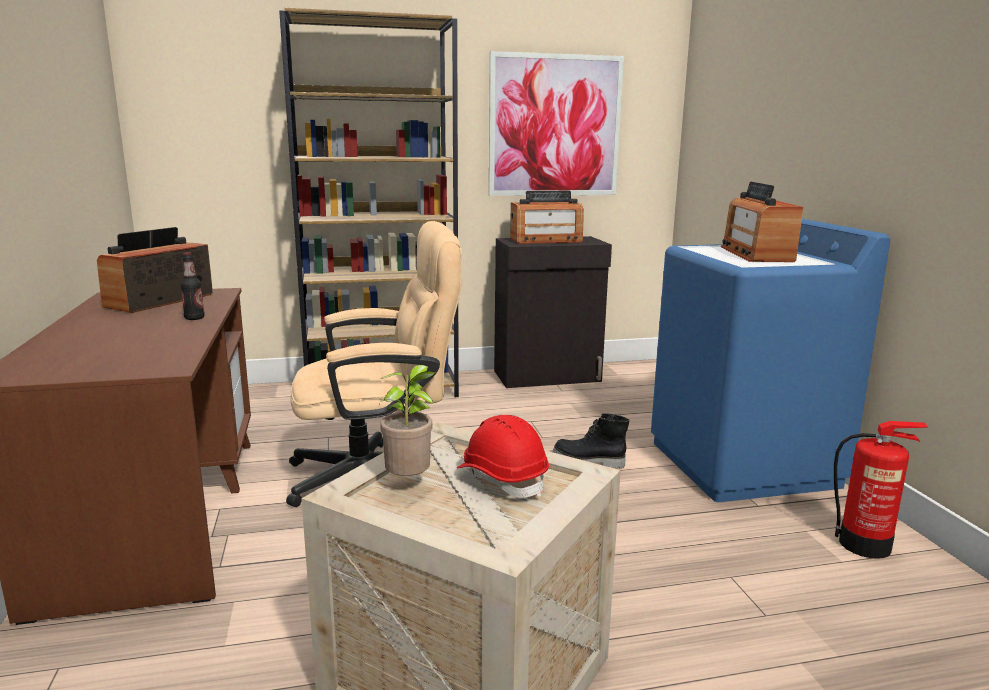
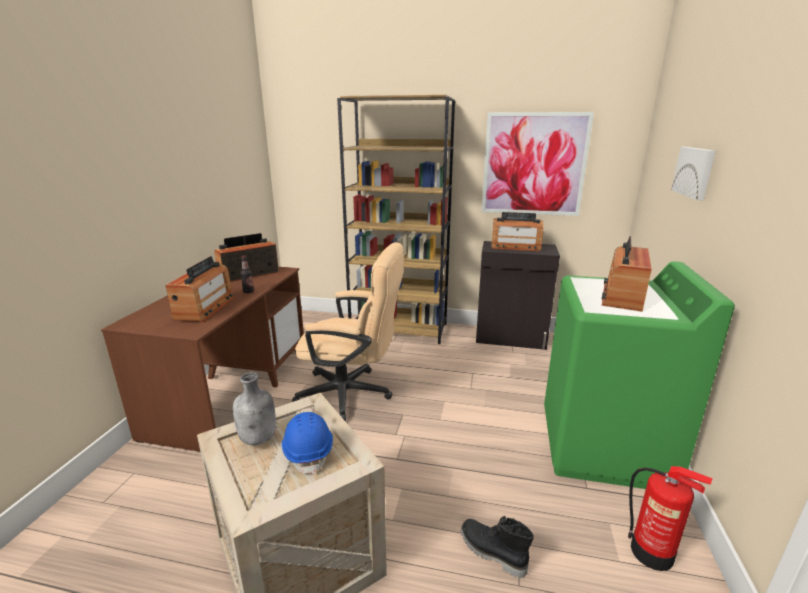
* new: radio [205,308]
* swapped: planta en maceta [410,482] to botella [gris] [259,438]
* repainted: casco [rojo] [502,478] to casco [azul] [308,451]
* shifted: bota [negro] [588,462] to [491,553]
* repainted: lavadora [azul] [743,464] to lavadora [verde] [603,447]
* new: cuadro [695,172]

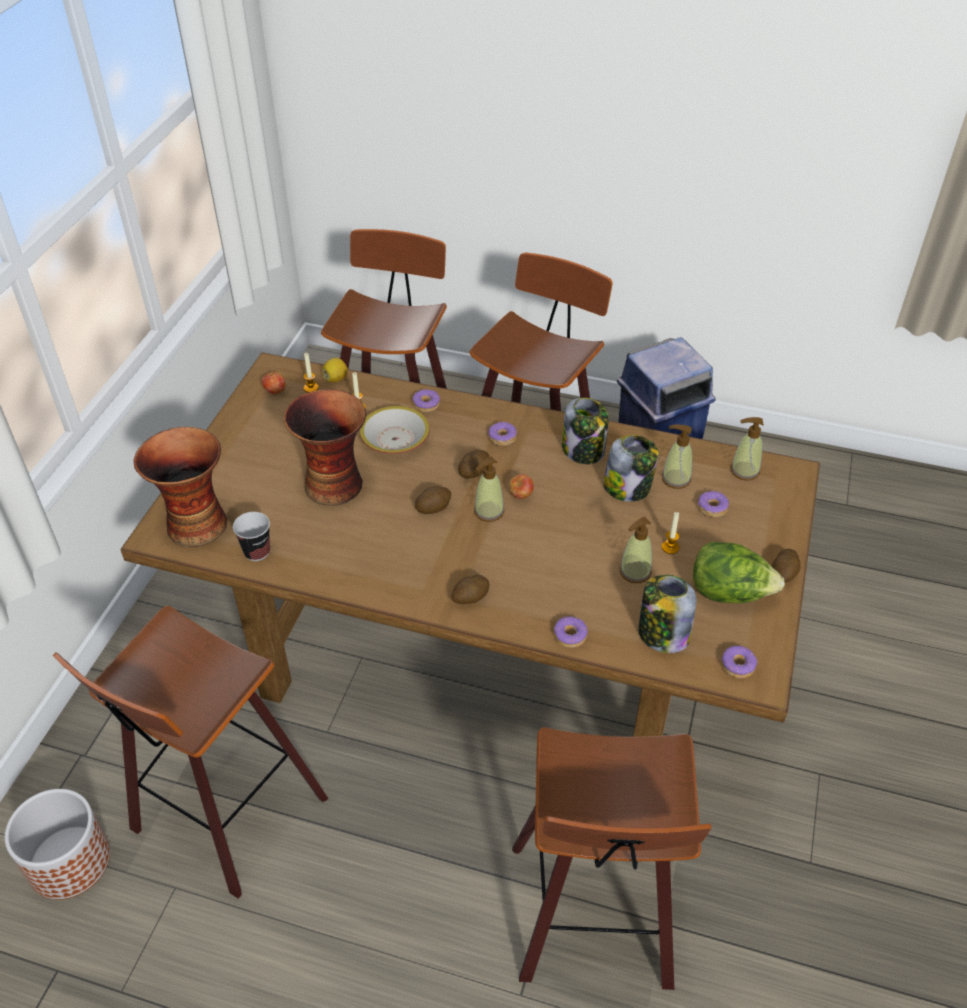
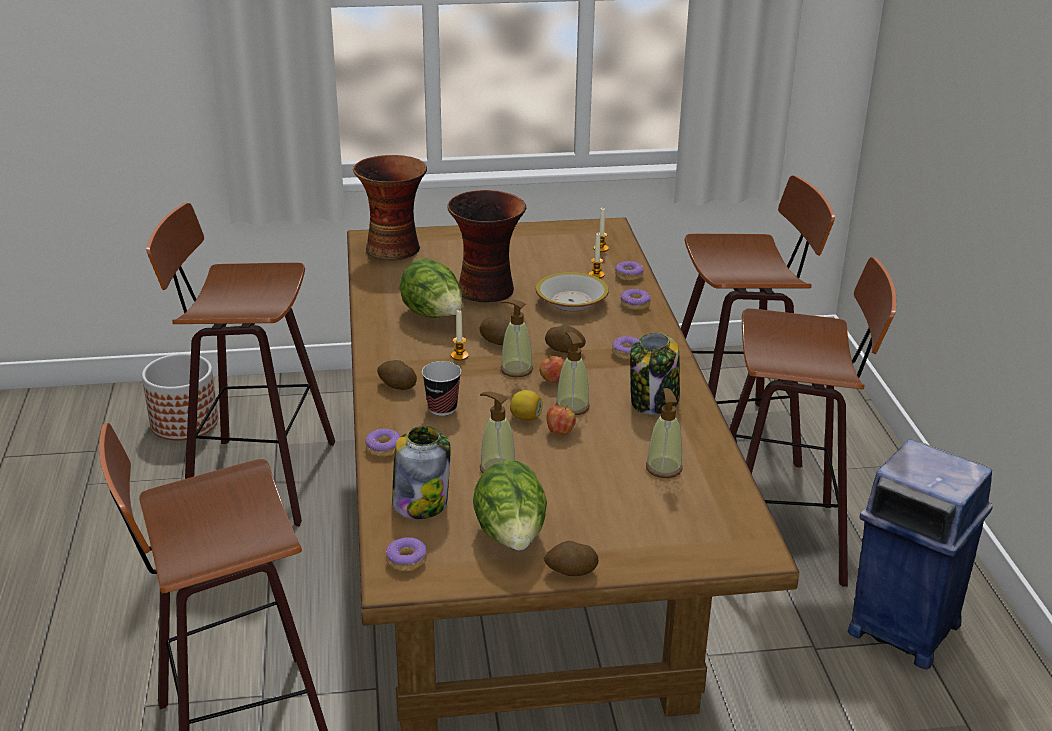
* new: lechuga [434,316]
* shifted: taza [257,552] to [442,408]
* shifted: vela [670,547] to [459,356]
* shifted: limón [336,379] to [526,417]
* shifted: manzana [275,391] to [560,432]
* shifted: dispensador de jabón [744,471] to [572,407]
* shifted: rosquilla [712,508] to [628,276]
* gone: tarro [628,487]

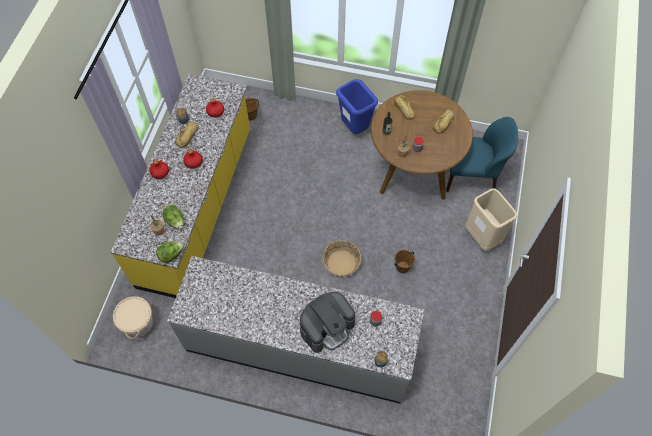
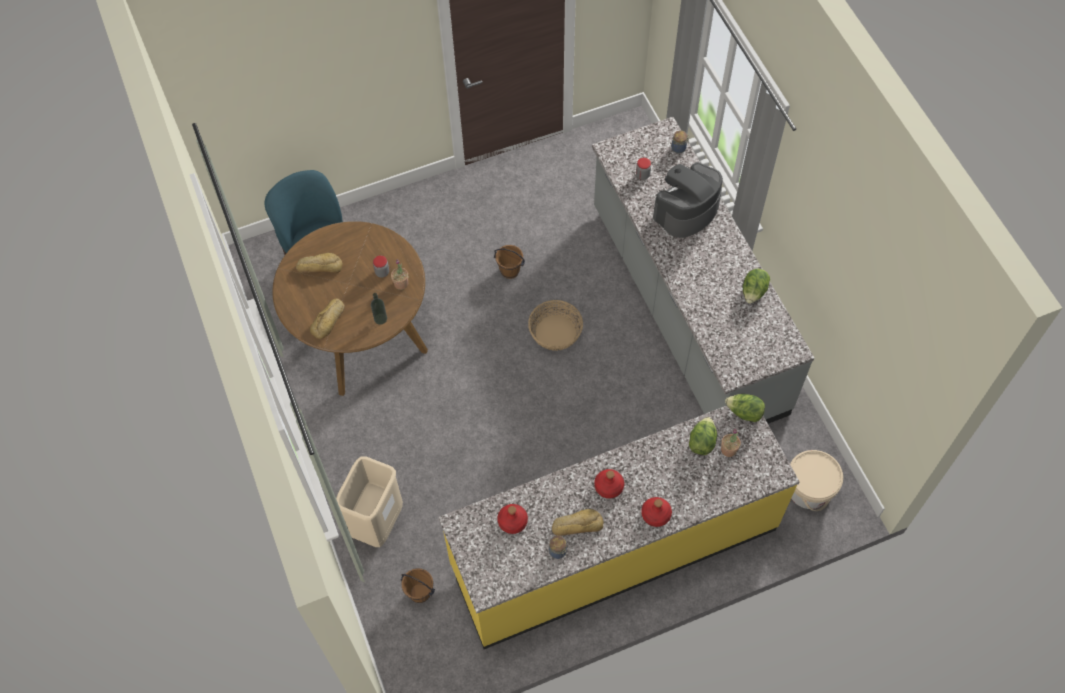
* shifted: papelera [beis] [482,237] to [377,523]
* rotated: cafetera [327,327] = [686,211] 60 degrees counterclockwise
* new: lechuga [753,292]
* gone: papelera [azul] [355,128]

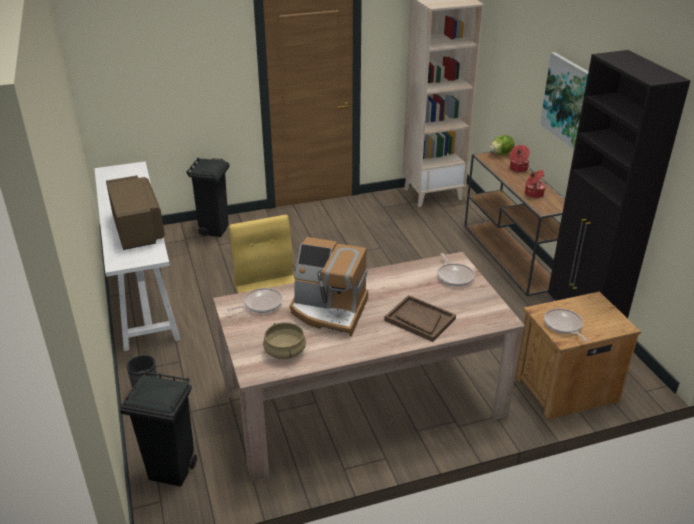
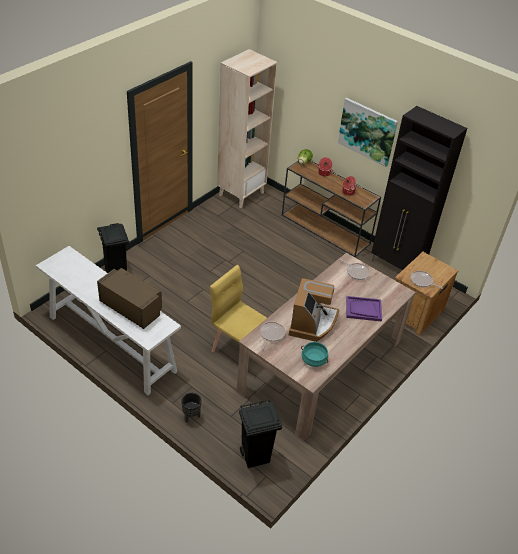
* rotated: cafetera [329,310] = [312,323] 60 degrees counterclockwise
* repainted: olla [beis] [284,351] to olla [turquesa] [313,360]
* repainted: bandeja [marrón] [419,319] to bandeja [morado] [363,309]

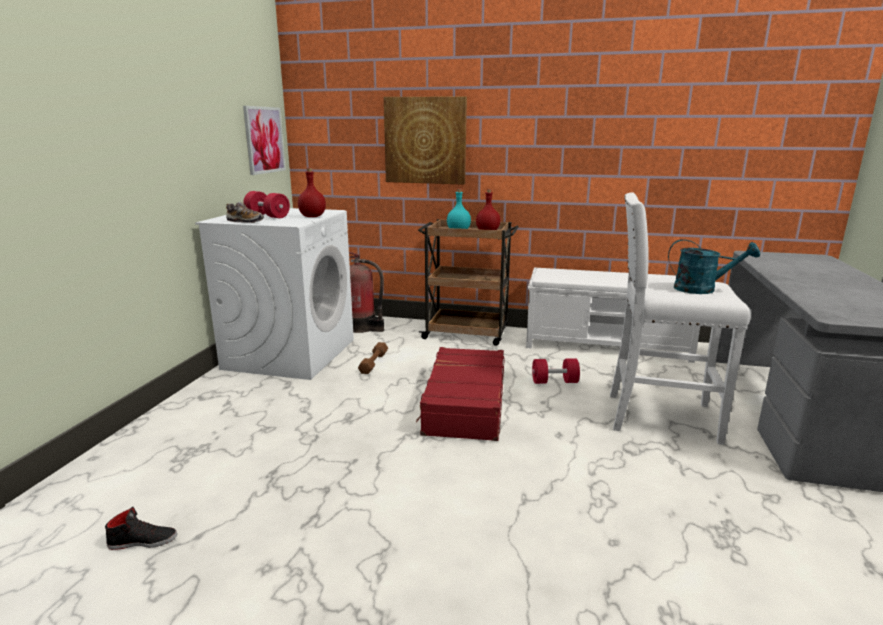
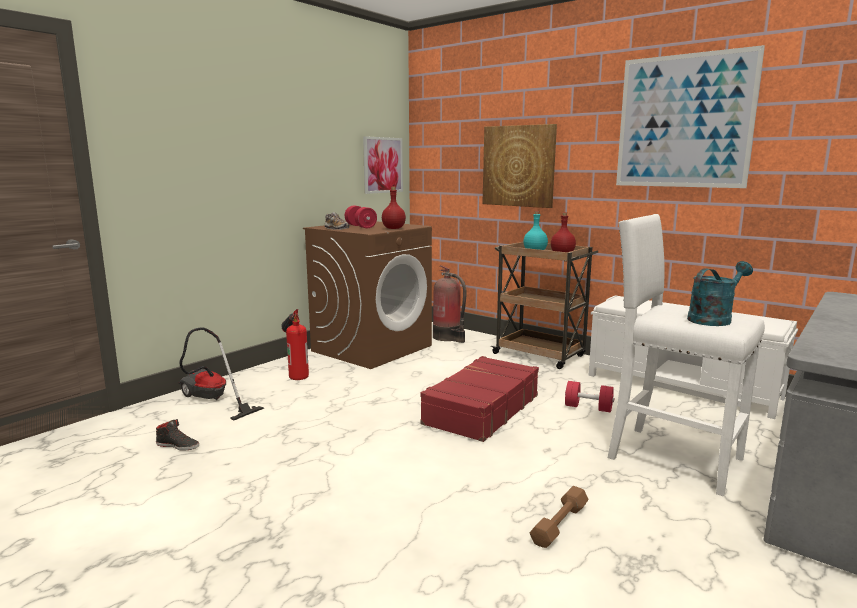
* new: aspiradora [211,400]
* new: extintor [295,371]
* repainted: lavadora [blanco] [290,353] to lavadora [marrón] [372,348]
* shifted: mancuerna [marrón] [374,363] to [560,524]
* new: cuadro [683,121]
* rotated: regadera [turquesa] [702,289] = [713,319] 75 degrees counterclockwise

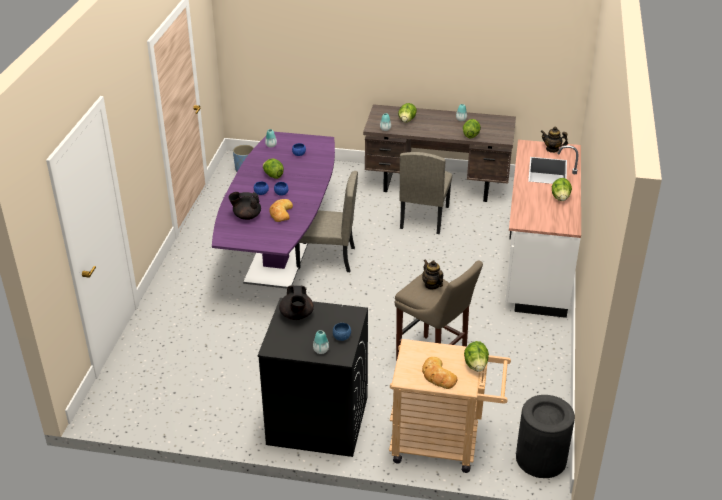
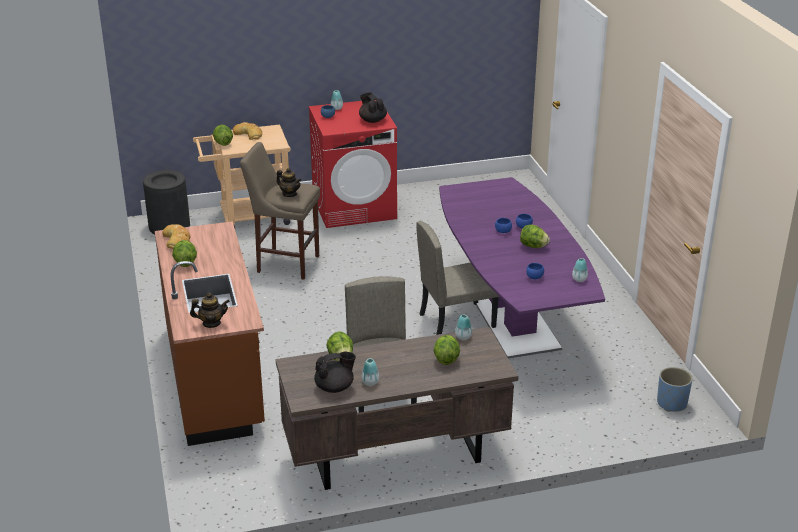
* repainted: mueble bajo de cocina [blanco] [536,264] to mueble bajo de cocina [marrón] [215,377]
* shifted: pan [280,213] to [177,239]
* repainted: lavadora [negro] [317,420] to lavadora [rojo] [354,207]
* shifted: tetera [negro] [246,216] to [335,387]

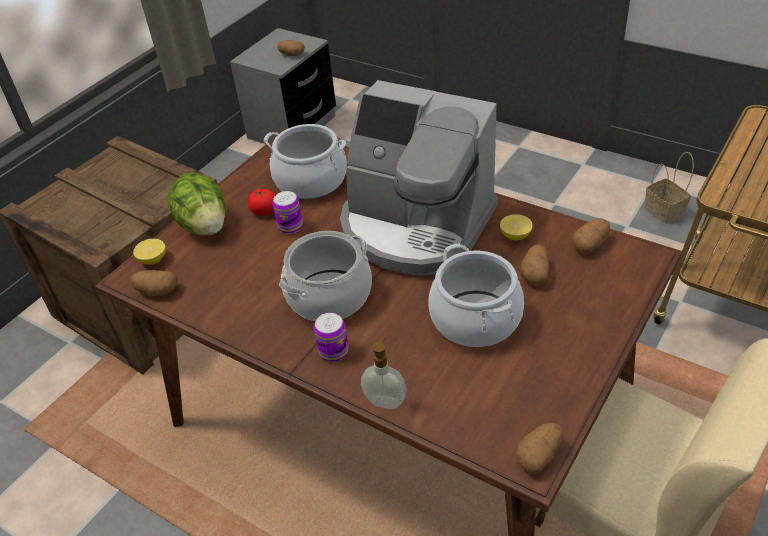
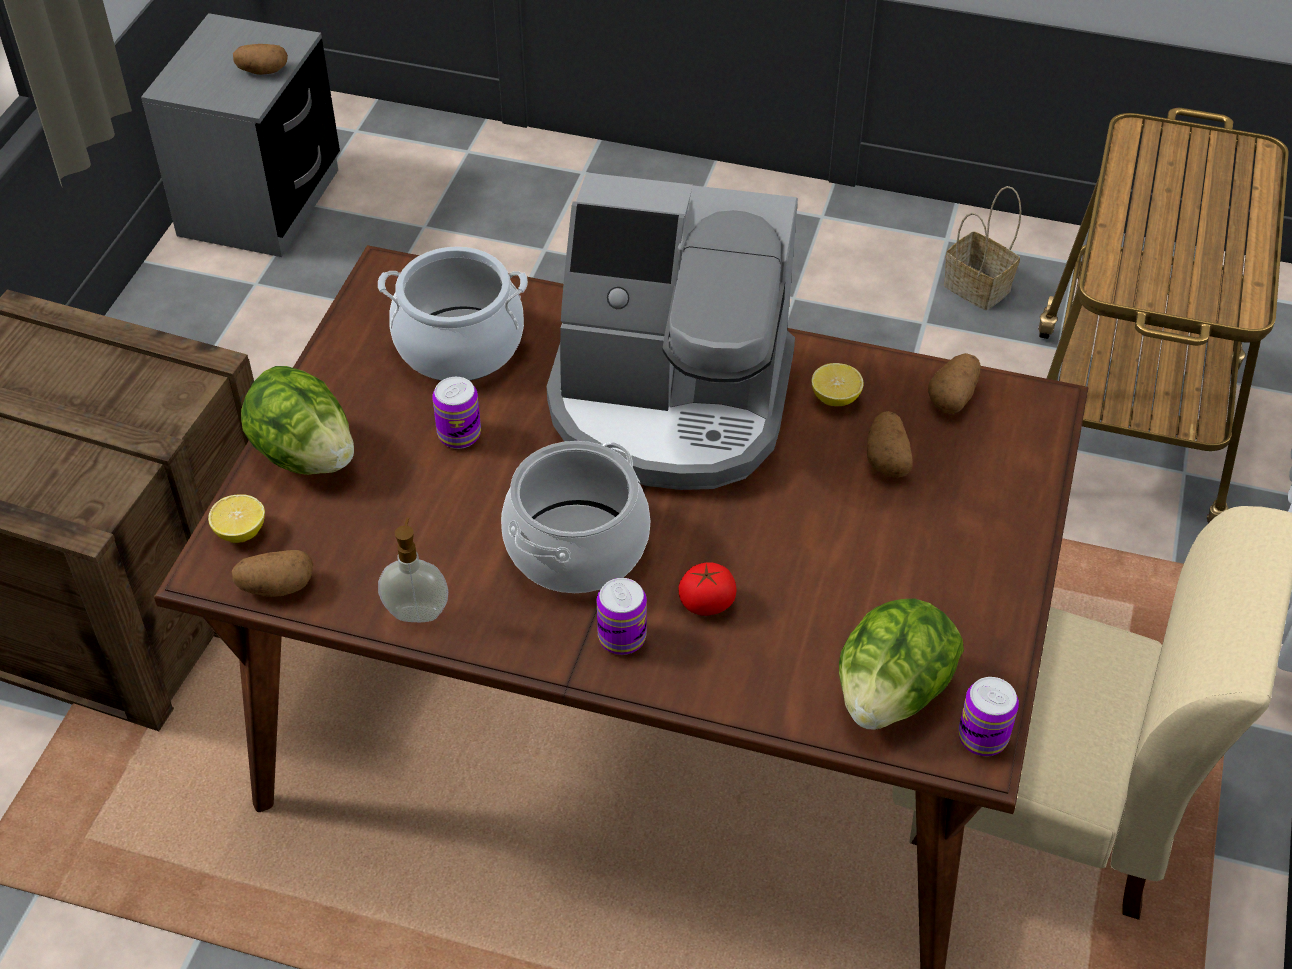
* shifted: dispensador de jabón [385,401] to [417,611]
* shifted: tomate [264,211] to [706,603]
* new: lechuga [891,694]
* swapped: patata [539,456] to lata [982,737]
* gone: olla [475,319]

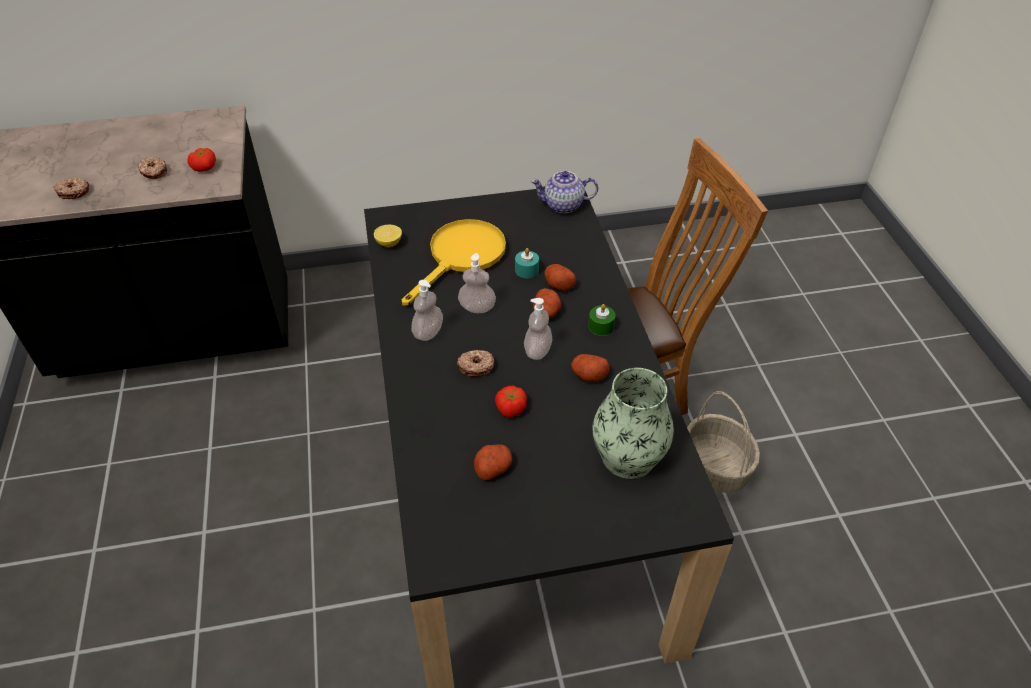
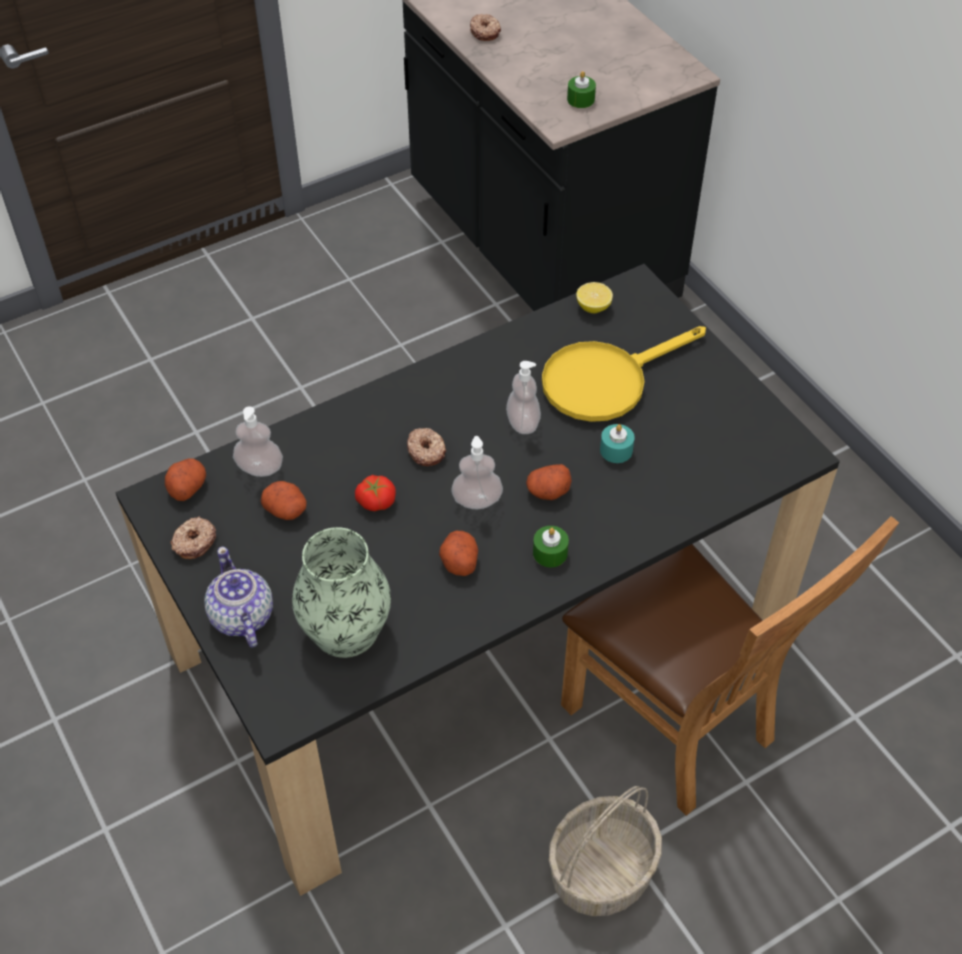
* shifted: patata [558,284] to [187,487]
* shifted: rosquilla [153,172] to [194,542]
* shifted: tetera [564,205] to [241,617]
* shifted: dispensador de jabón [428,332] to [260,468]
* rotated: sartén [amarillo] [461,257] = [605,380] 135 degrees clockwise
* swapped: tomate [205,168] to vela [verde] [580,99]

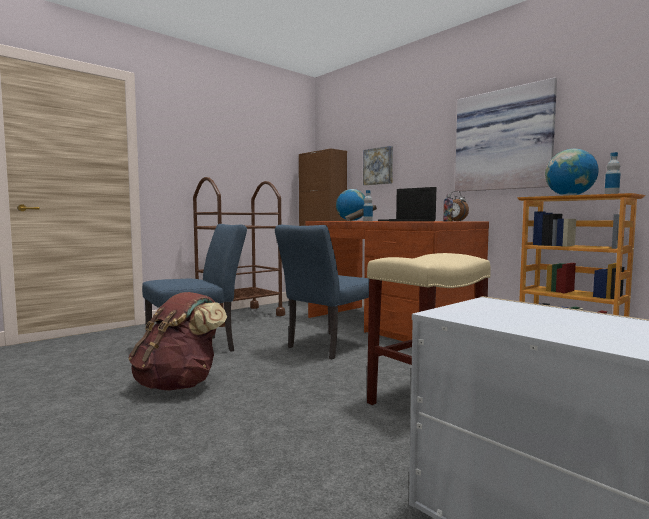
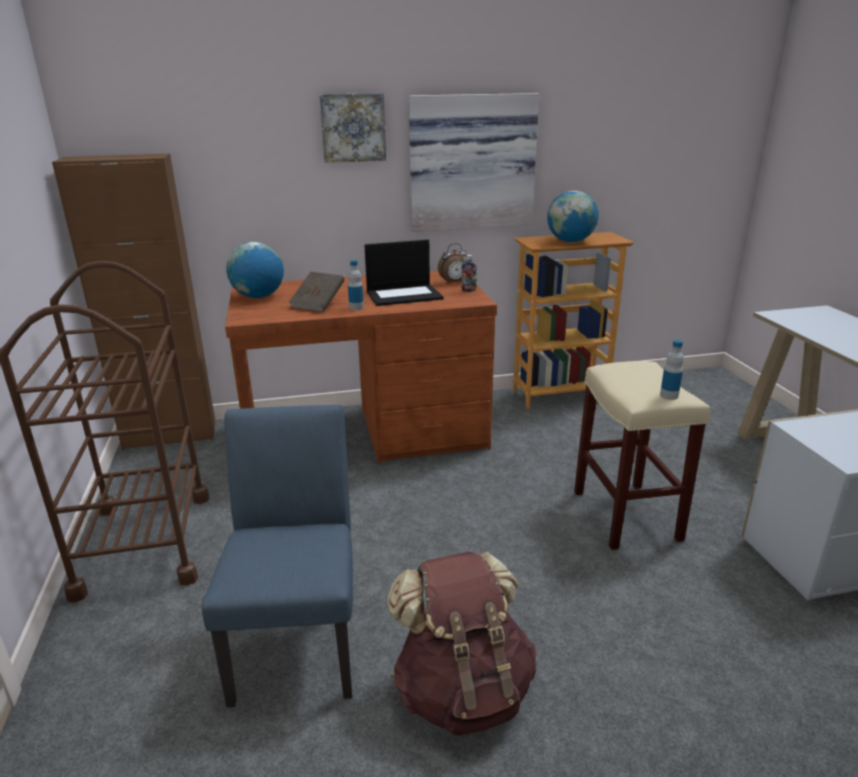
* shifted: cuadro [378,166] to [353,127]
* shifted: botella [611,194] to [669,395]
* gone: silla [azul] [327,347]

